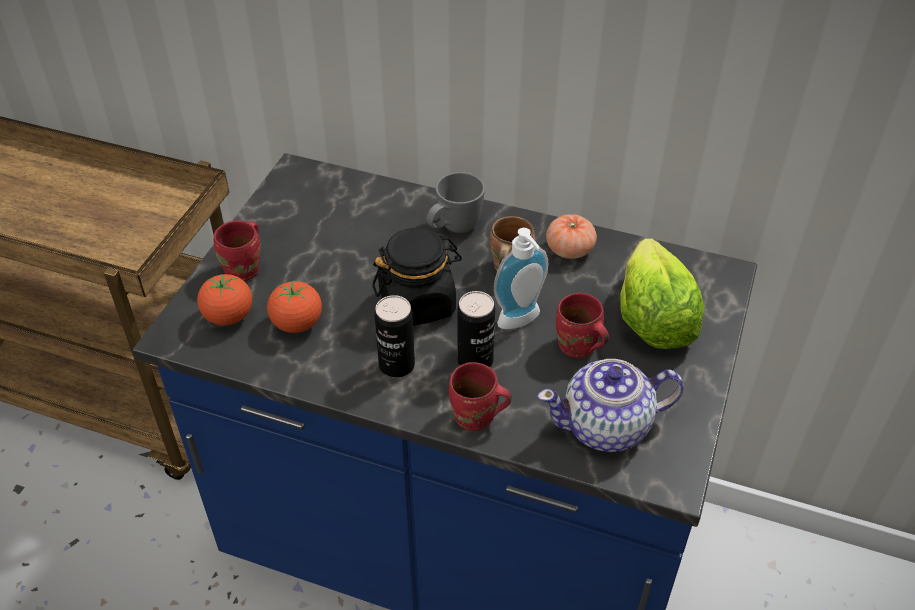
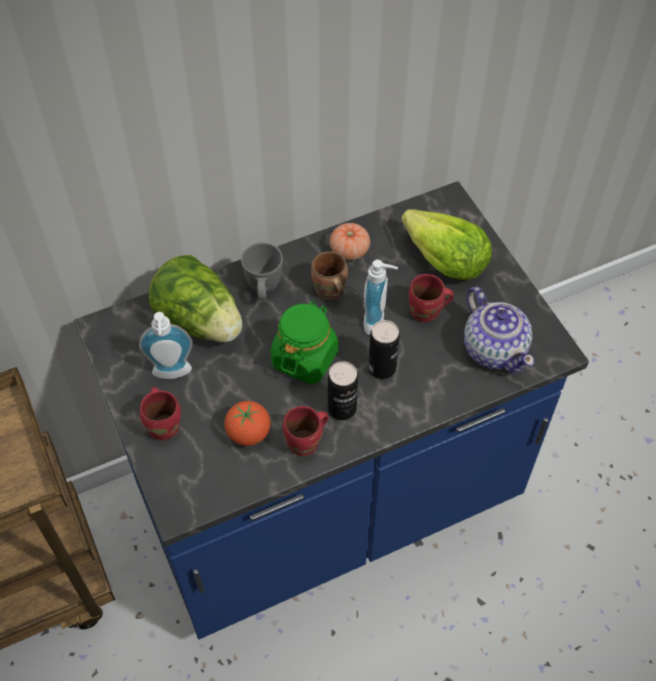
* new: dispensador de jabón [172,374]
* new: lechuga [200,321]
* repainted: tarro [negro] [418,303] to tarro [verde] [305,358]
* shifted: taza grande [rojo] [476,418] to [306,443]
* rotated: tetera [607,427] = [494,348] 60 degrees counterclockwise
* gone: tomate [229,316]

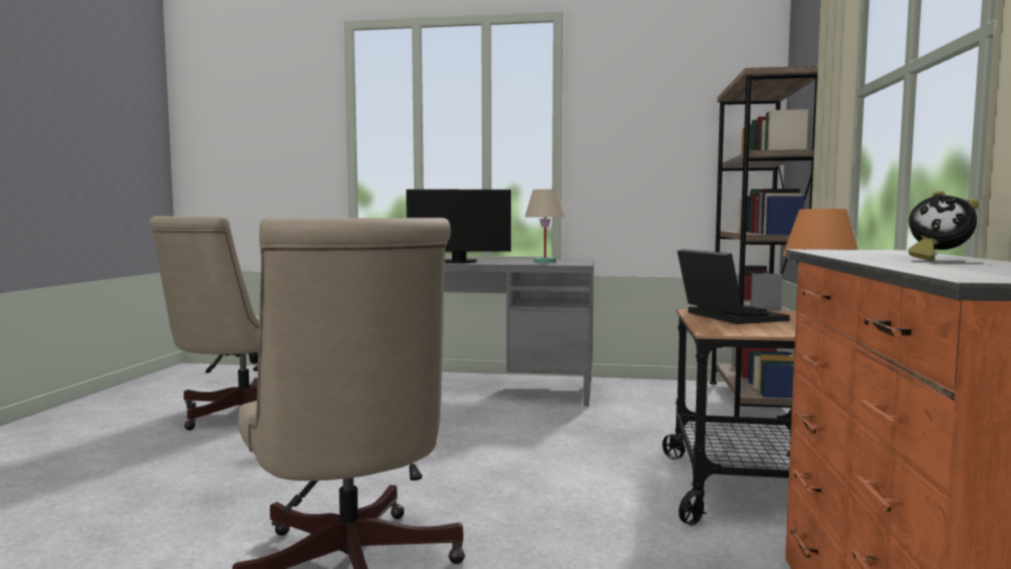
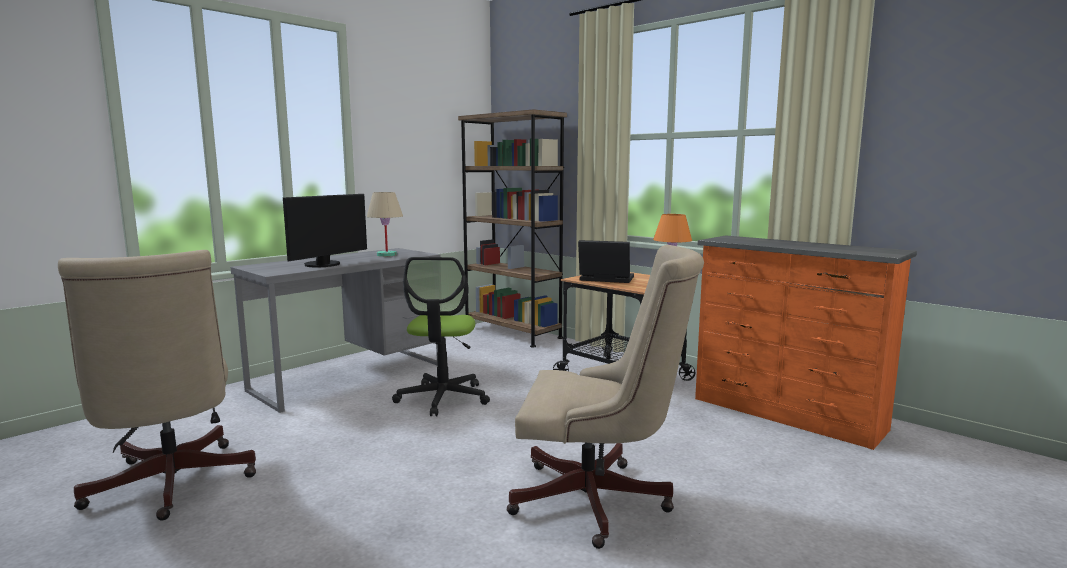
* new: silla de oficina [443,398]
* gone: despertador [937,259]

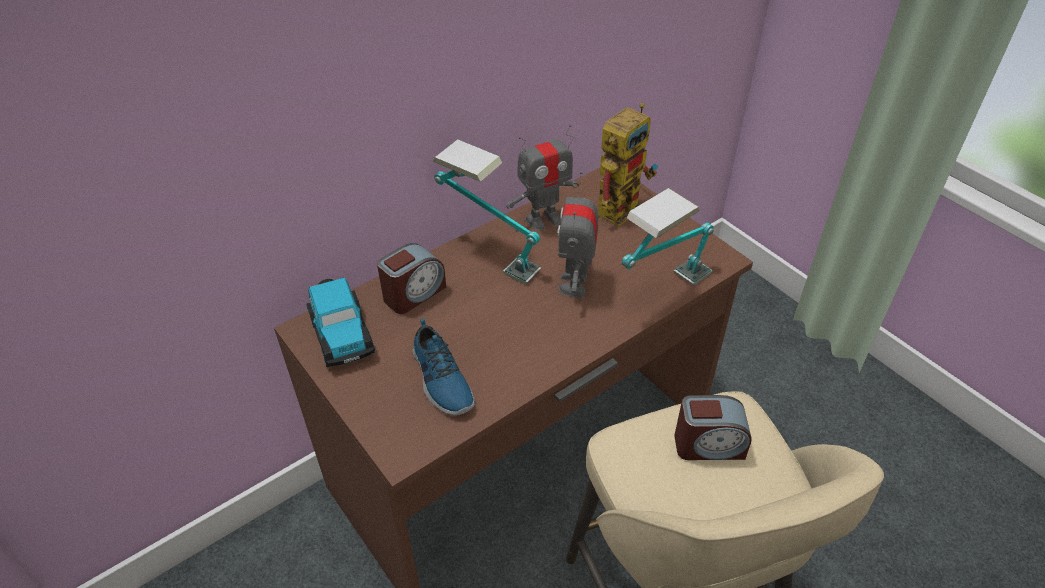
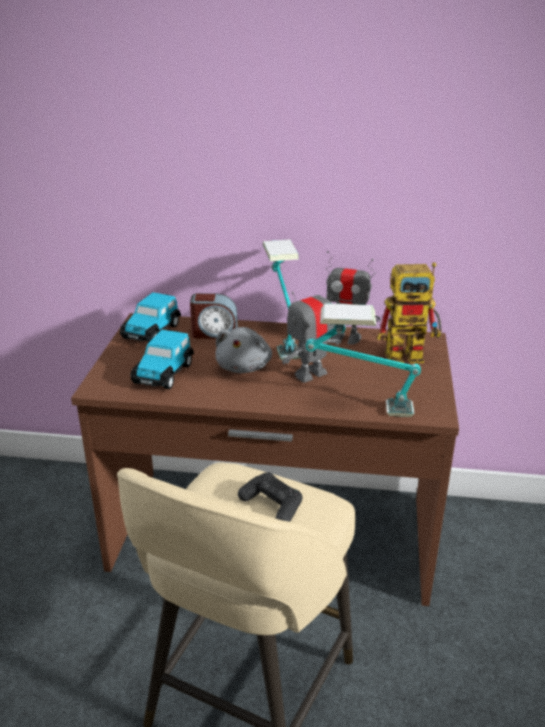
* swapped: zapato [441,380] to coche de juguete [164,373]
* new: peluche [gris] [244,367]
* swapped: despertador [708,445] to mando de consola [negro] [272,505]

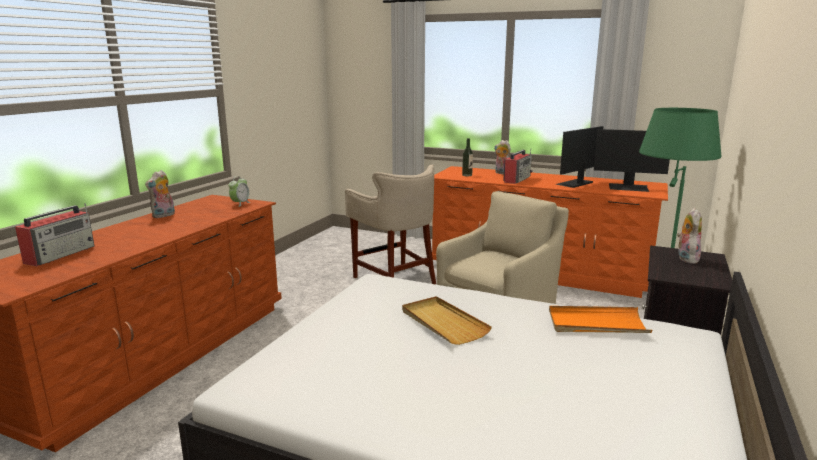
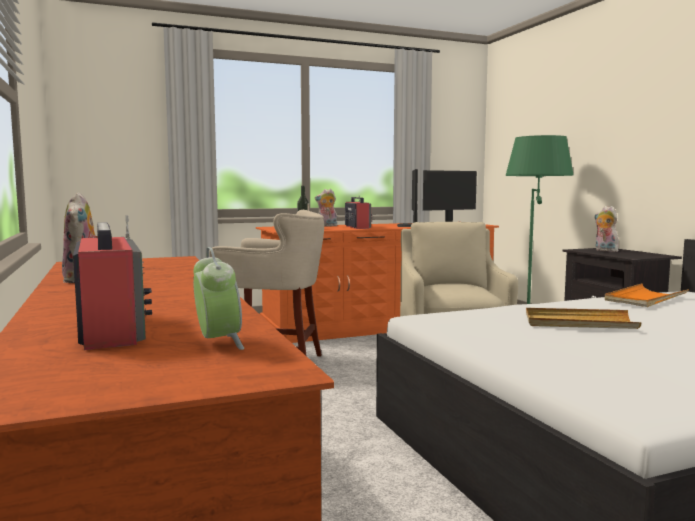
* shifted: despertador [240,204] to [218,343]

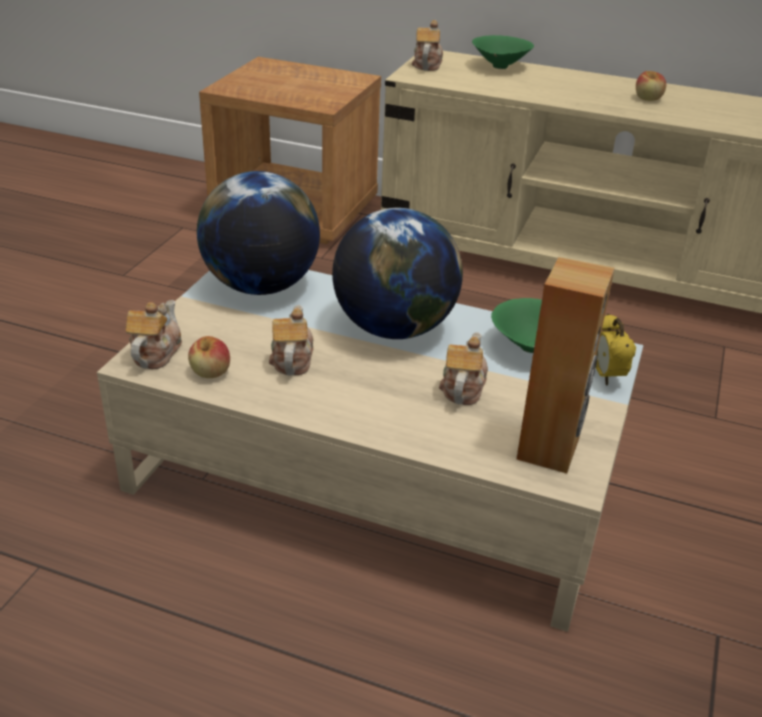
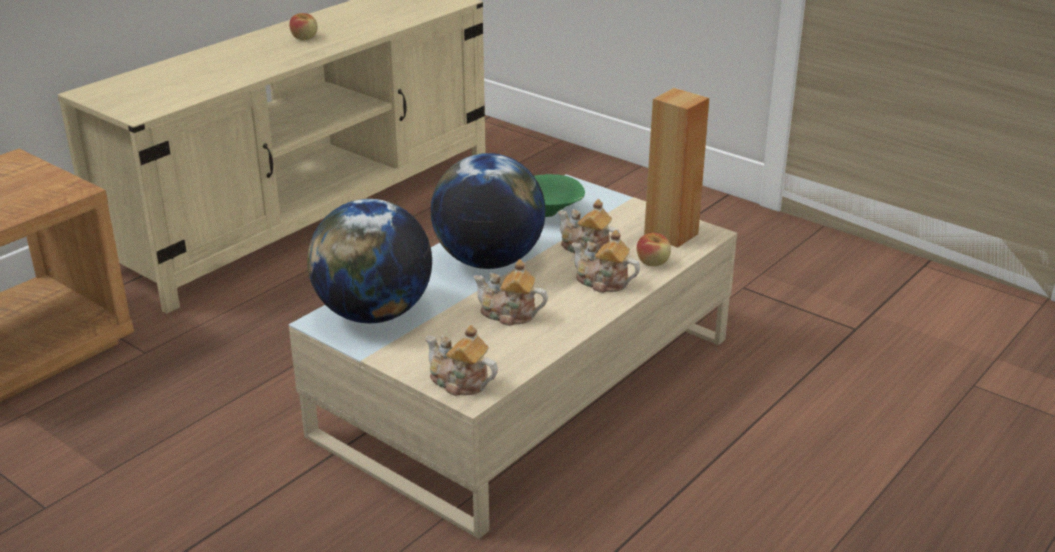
* shifted: tetera [427,64] to [603,282]
* shifted: manzana [210,372] to [653,262]
* gone: cuenco [verde] [499,67]
* gone: despertador [607,377]

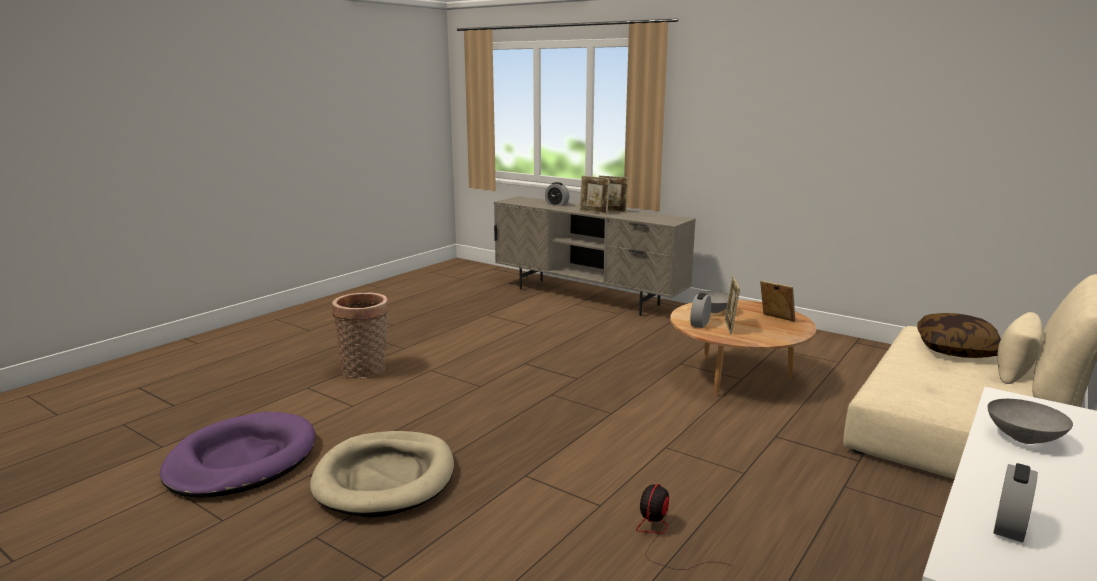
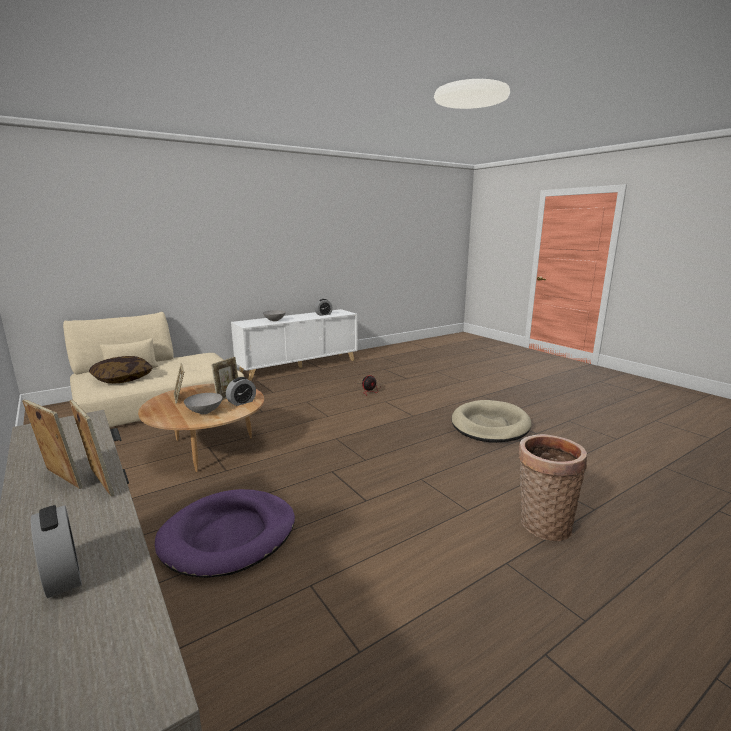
* shifted: cama para perro [morado] [241,460] to [229,535]

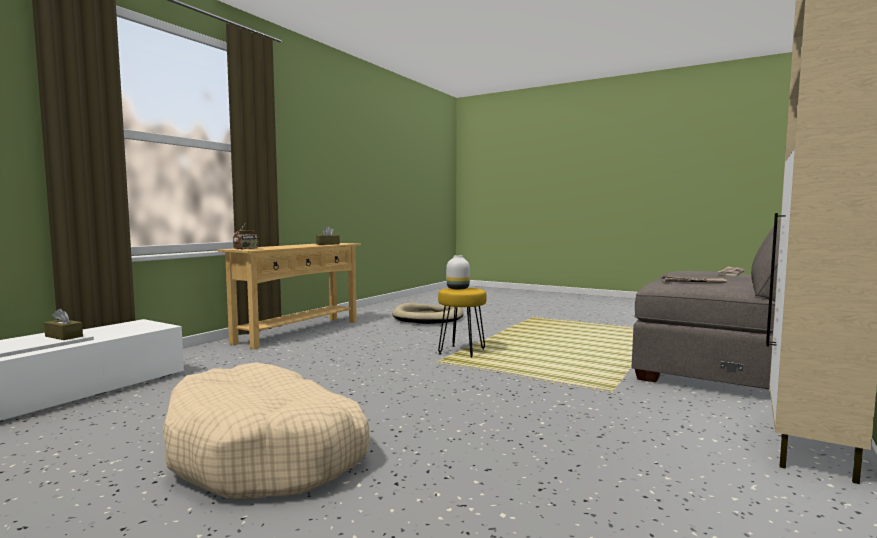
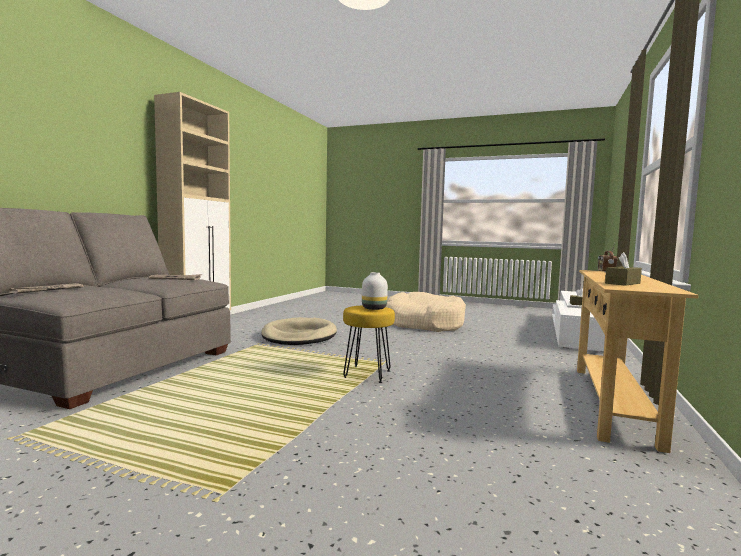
* shifted: cama para perro [beis] [428,317] to [299,336]

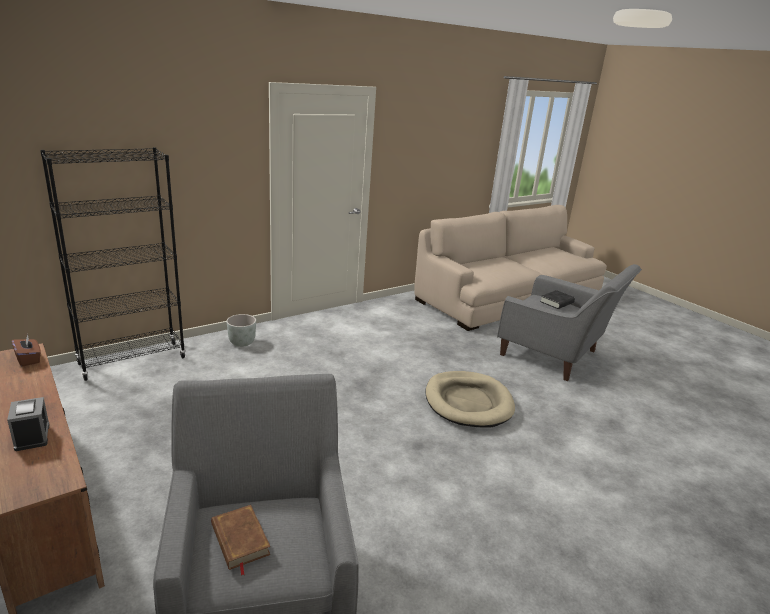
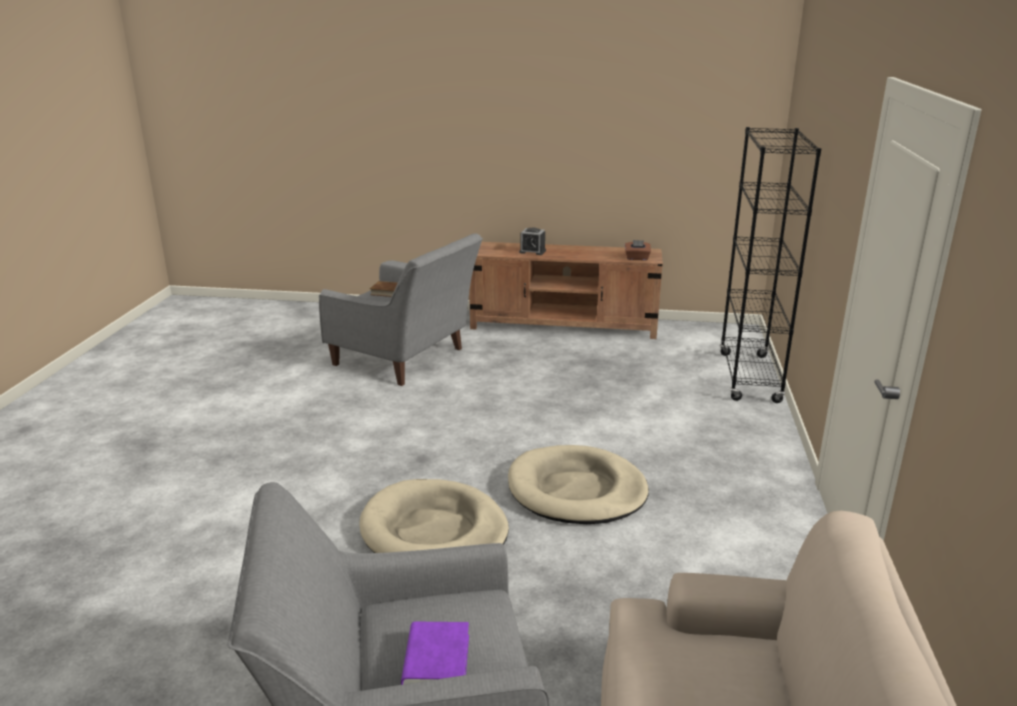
* repainted: libro [negro] [556,302] to libro [morado] [436,662]
* new: cama para perro [beis] [576,490]
* gone: maceta [gris] [242,343]

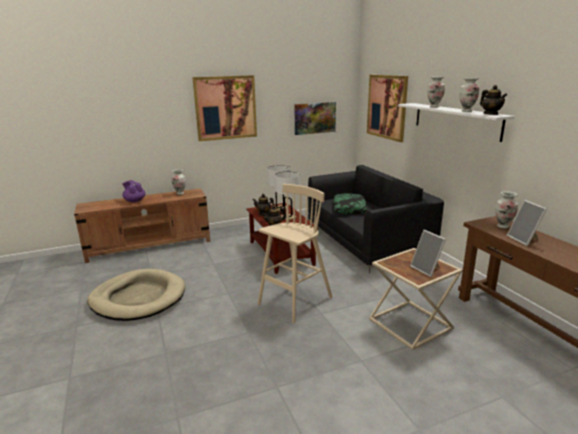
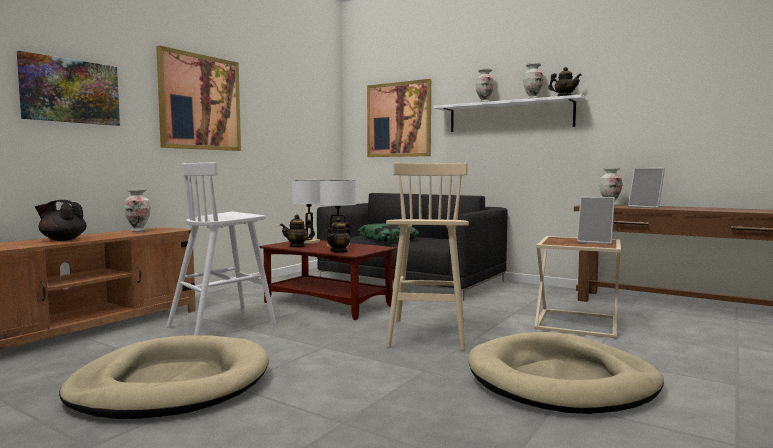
* shifted: cuadro [314,118] to [70,91]
* repainted: tetera [morado] [134,201] to tetera [negro] [62,239]
* new: taburete [blanco] [223,325]
* new: cama para perro [beis] [561,380]

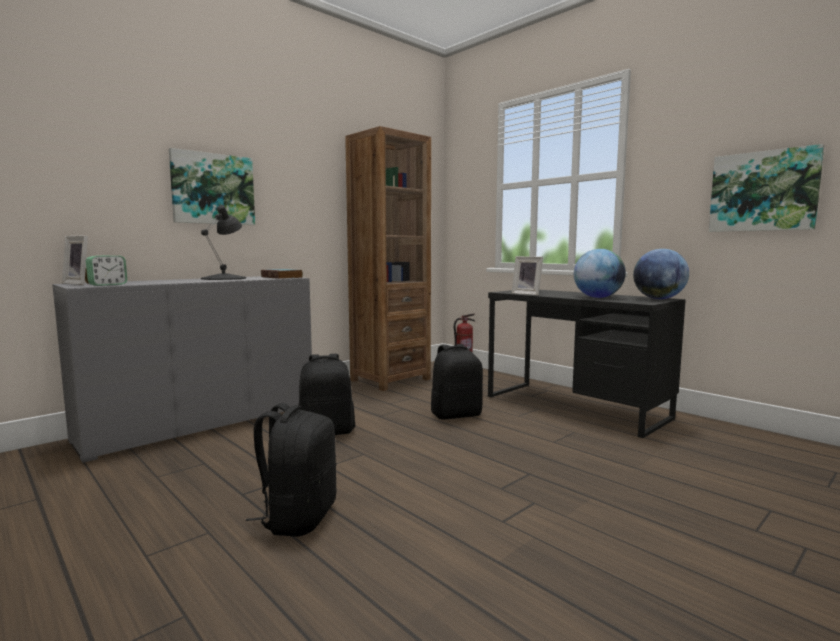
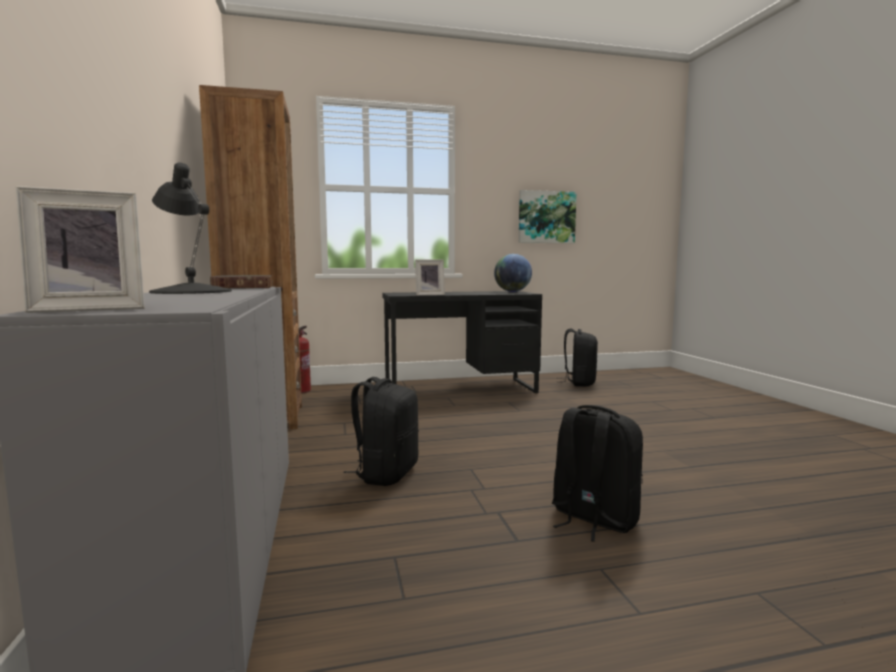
* shifted: mochila [negro] [456,415] to [578,383]
* gone: despertador [108,284]
* gone: cuadro [213,189]
* gone: globo terráqueo [598,297]

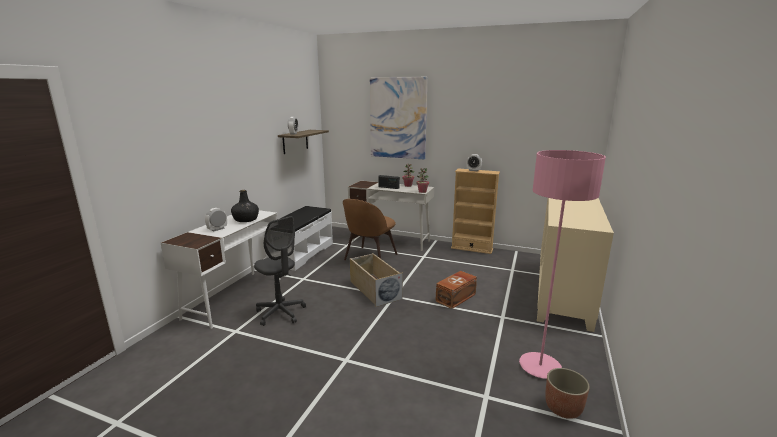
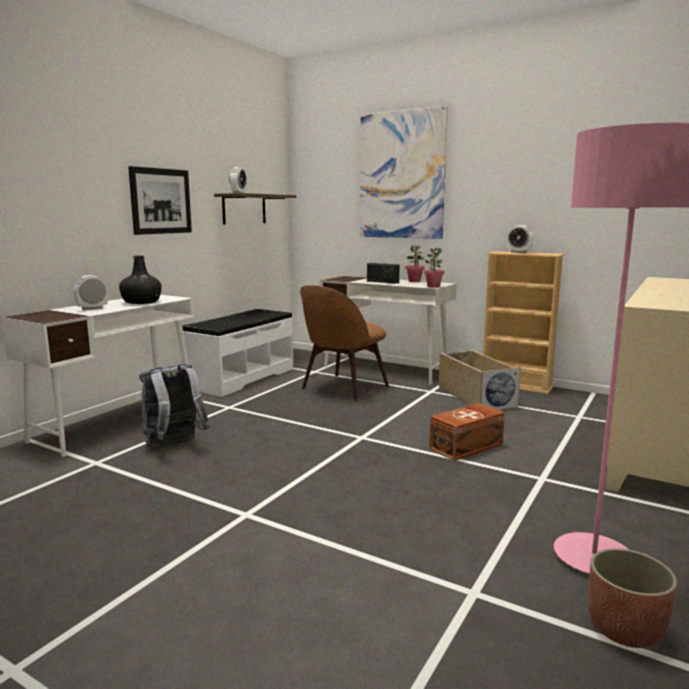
* new: cuadro [161,201]
* swapped: silla de oficina [gris] [280,313] to mochila [gris] [174,446]
* shifted: caja de almacenaje [beis] [374,290] to [474,396]

